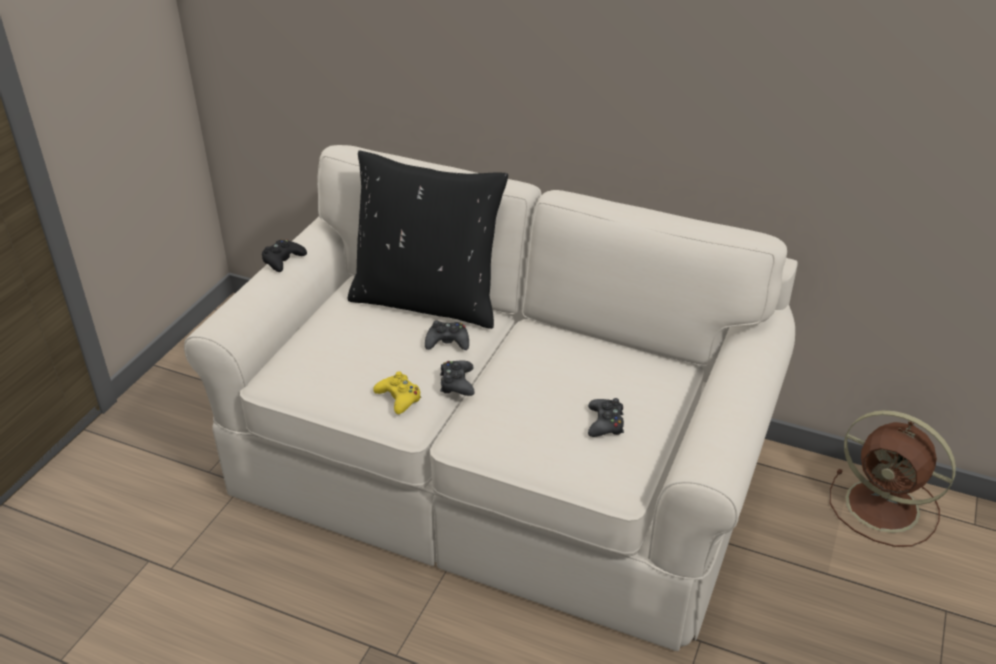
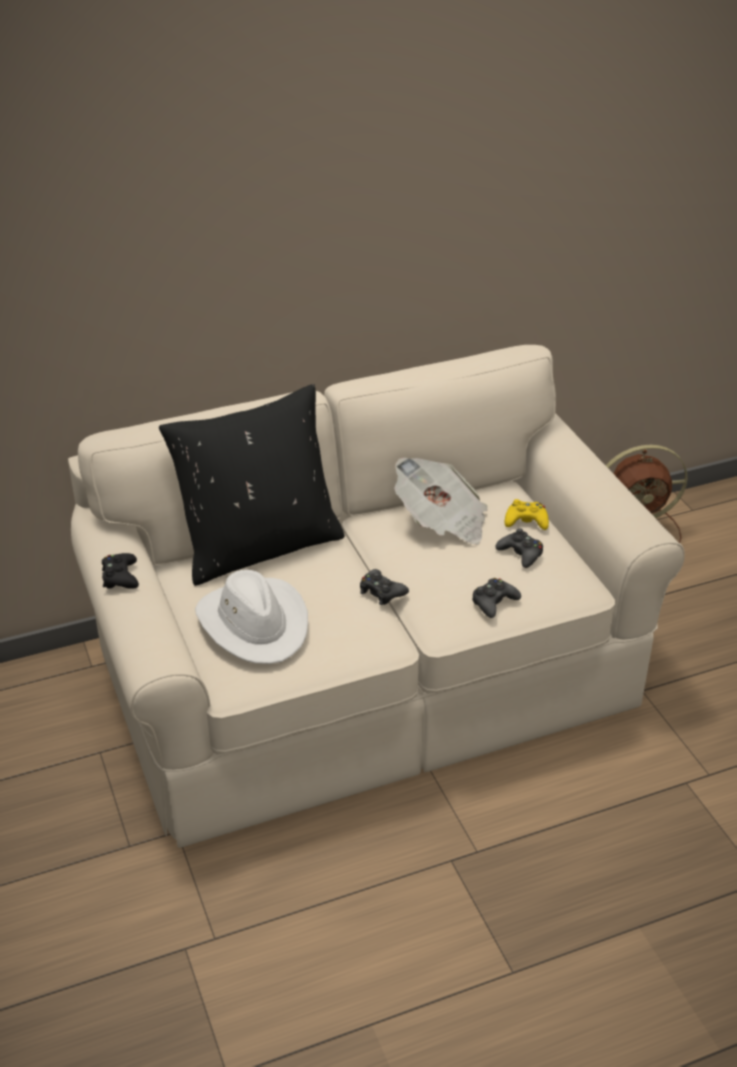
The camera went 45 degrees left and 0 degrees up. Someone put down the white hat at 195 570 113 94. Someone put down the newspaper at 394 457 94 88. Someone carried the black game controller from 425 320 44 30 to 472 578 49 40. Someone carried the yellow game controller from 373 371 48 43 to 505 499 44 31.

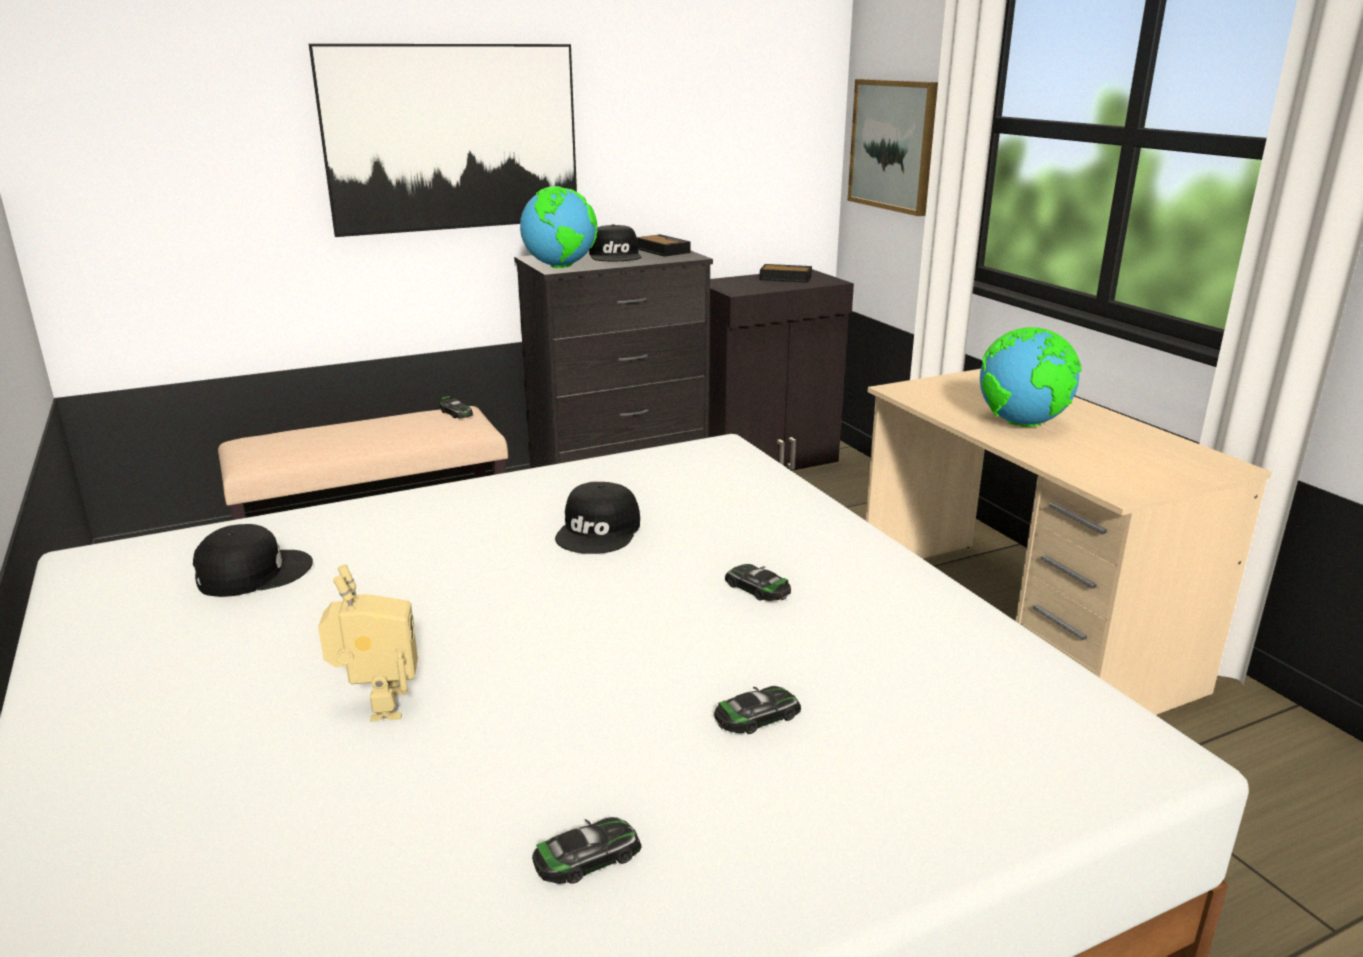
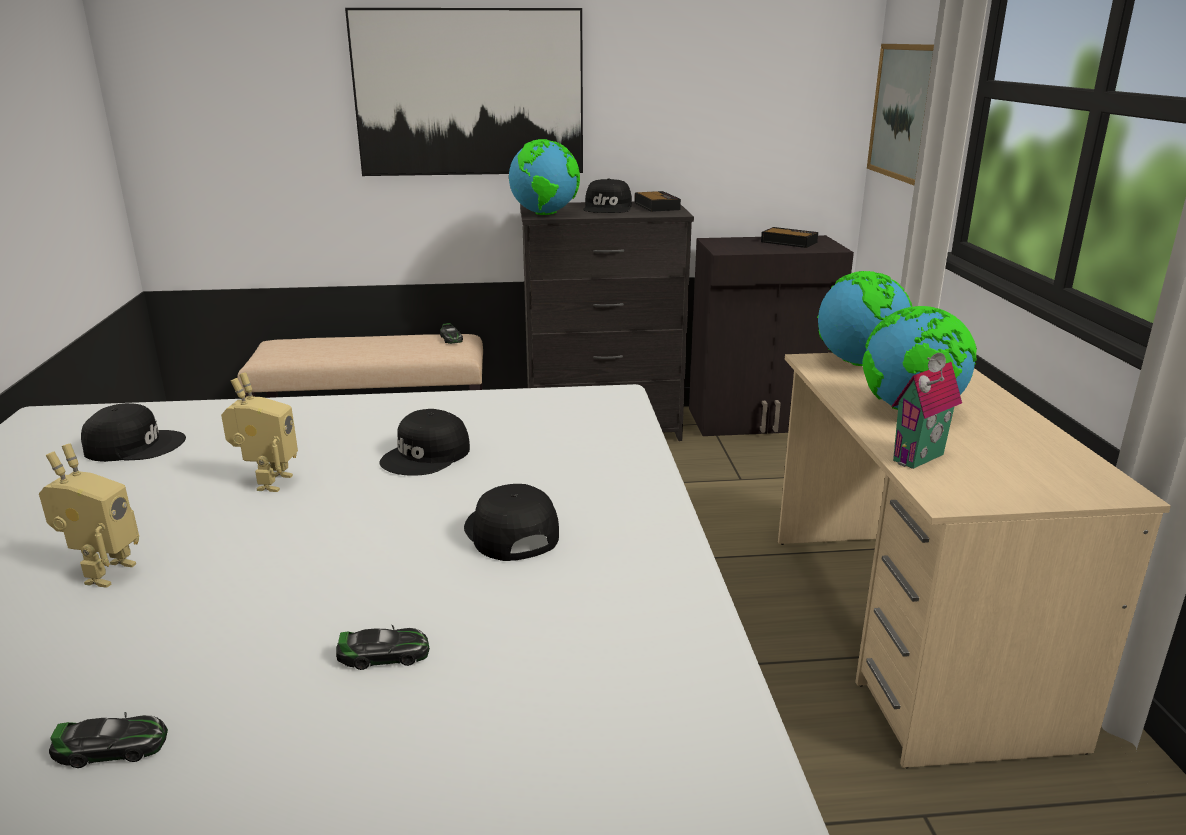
The camera went 20 degrees right and 0 degrees up. Someone put down the toy robot at 221 373 77 119. Someone swapped the toy car at 725 564 66 37 for the black cap at 464 484 95 77. Someone put down the globe at 817 271 95 95. Someone put down the toy house at 891 353 71 116.

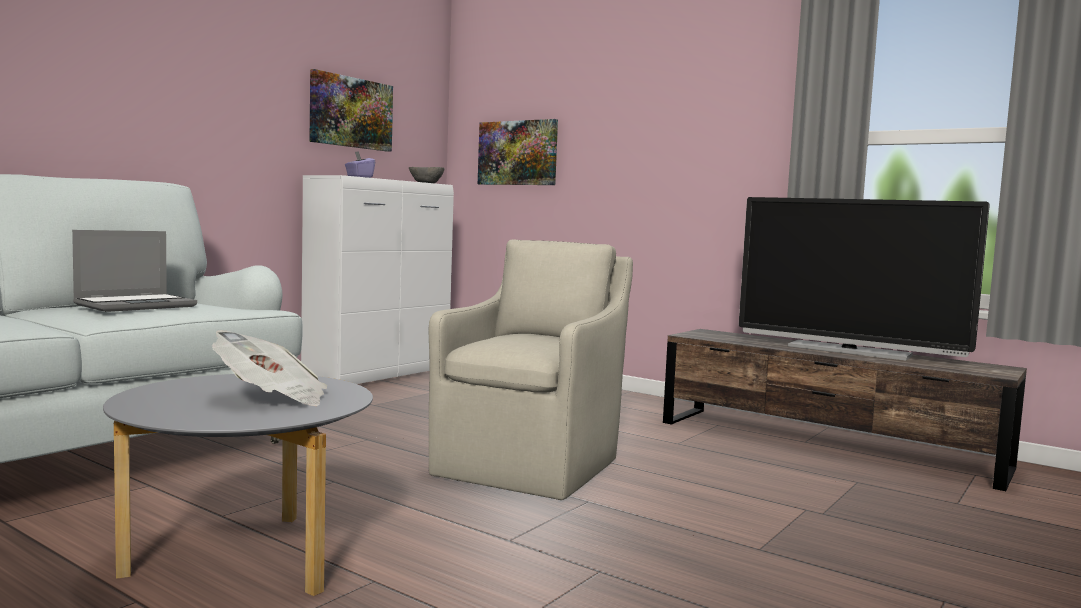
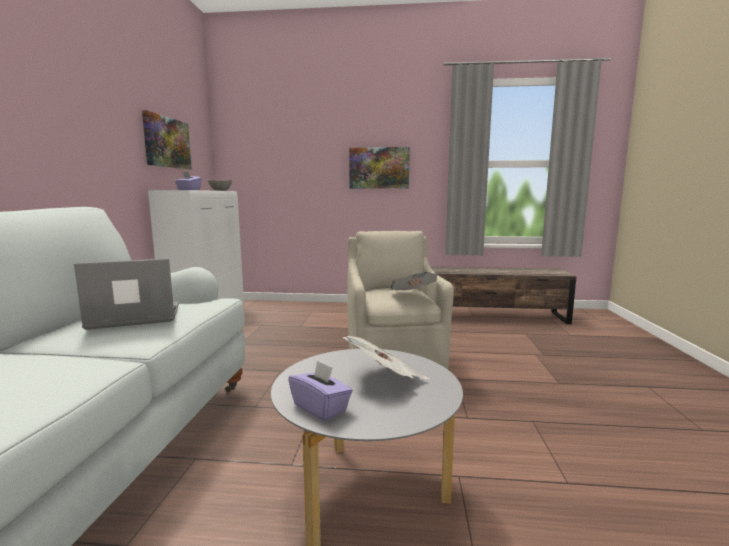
The camera went 30 degrees left and 5 degrees up. Someone rotated the laptop at 72 230 125 82 by 120 degrees counterclockwise. Someone put down the purple tissue box at 288 360 65 61. Someone carried the picture from 478 119 80 66 to 349 147 61 42. Someone put down the newspaper at 390 272 48 19. Someone took away the television at 739 197 251 164.

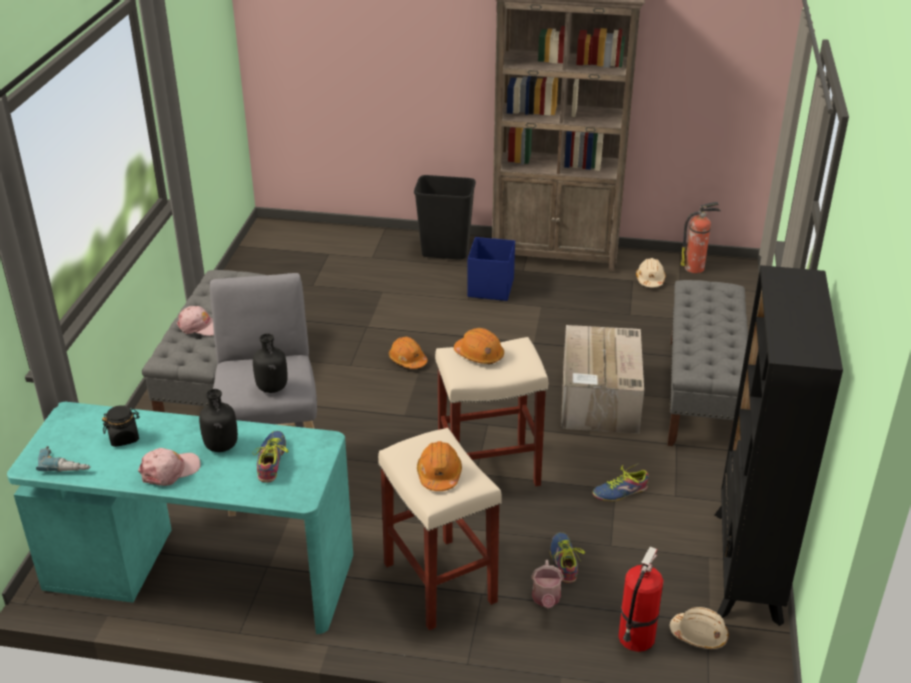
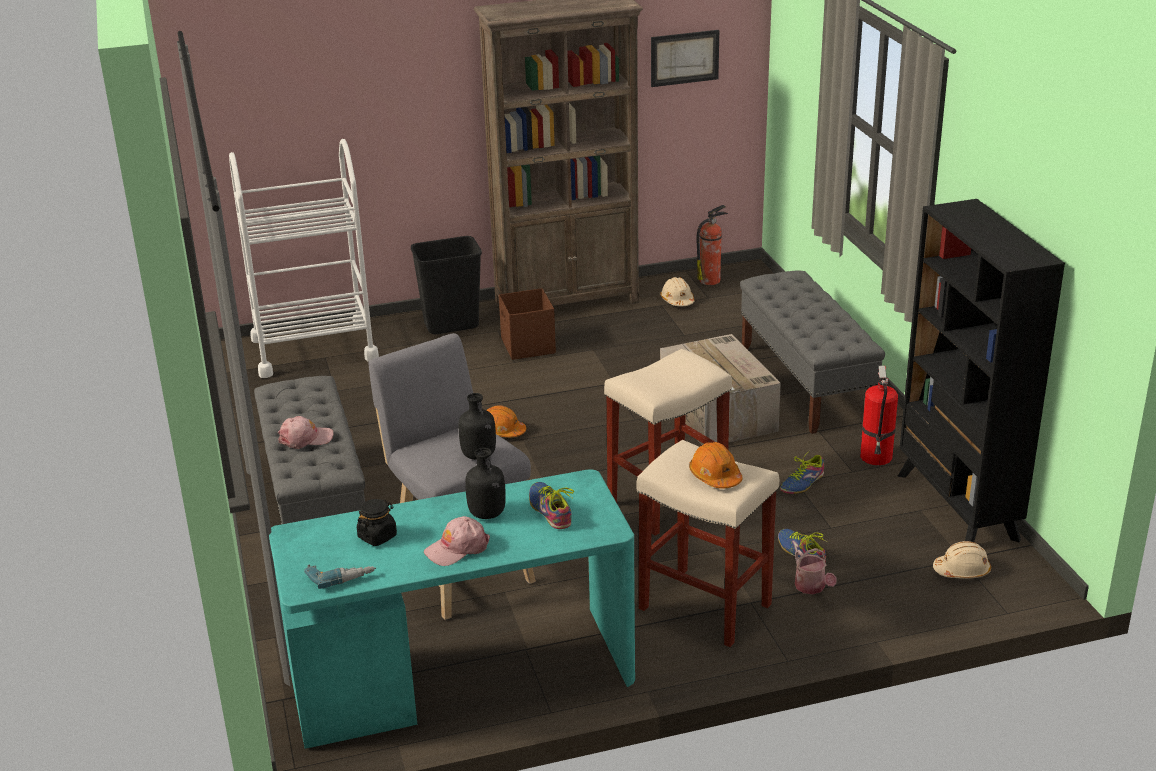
The camera went 25 degrees left and 5 degrees down. Someone put down the white cart at 229 139 150 239. Someone rotated the pink cap at 138 448 63 38 by 150 degrees counterclockwise. Someone repainted the blue storage box at 467 237 48 64, which became the brown storage box at 499 288 57 72. Someone put up the picture at 651 30 68 57. Someone carried the fire extinguisher from 618 547 46 105 to 860 366 38 99. Someone took away the orange hard hat at 454 328 50 36.

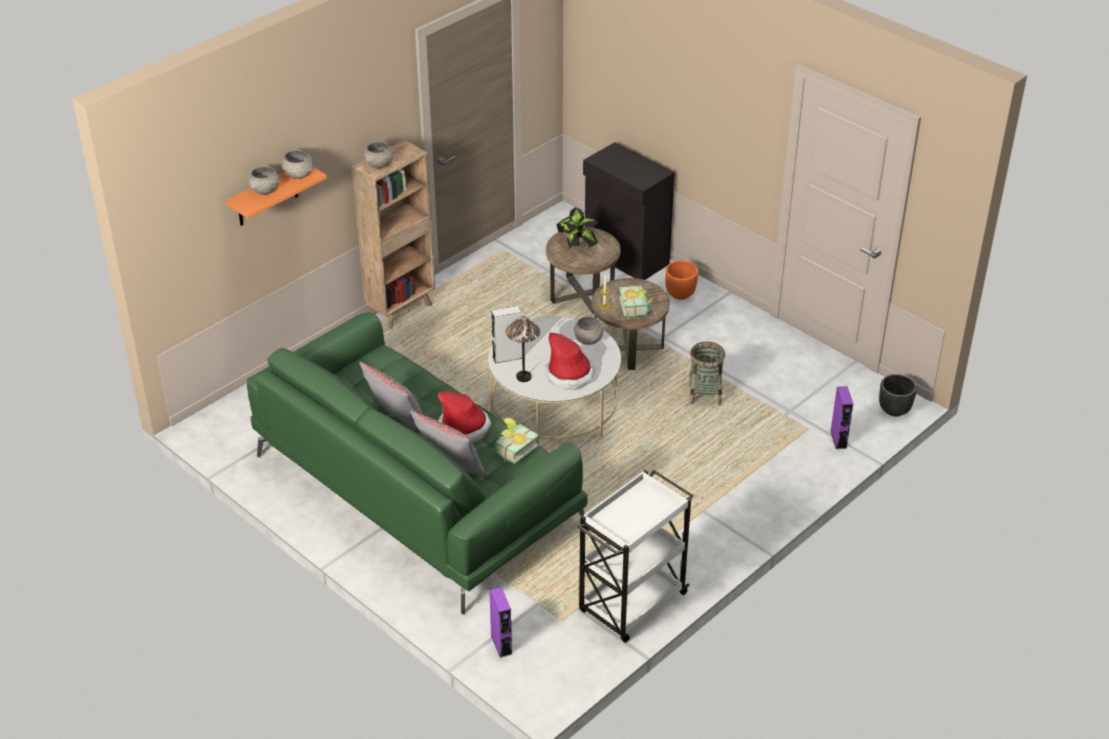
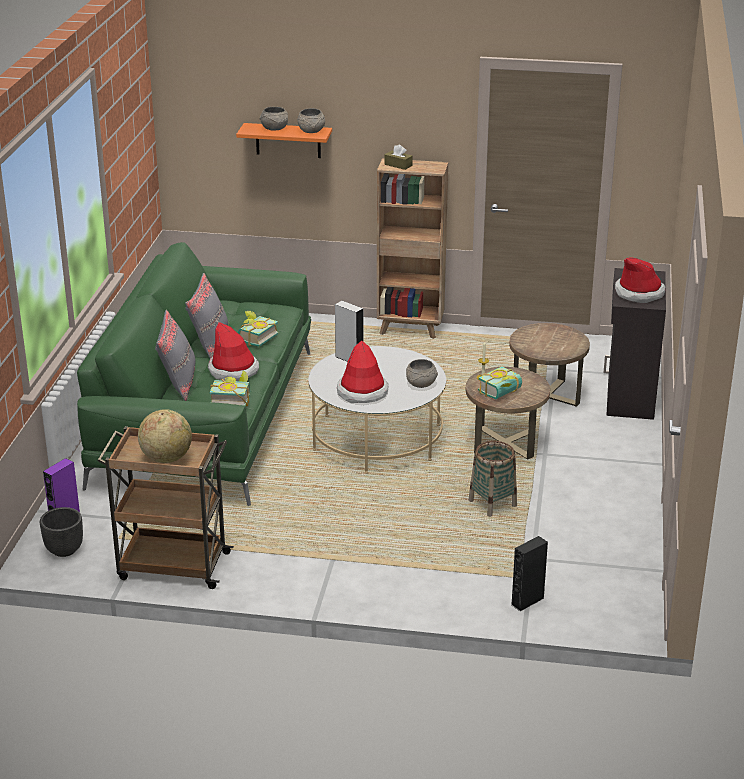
The camera went 55 degrees right and 10 degrees down. Someone carried the black planter from 879 374 38 43 to 40 507 43 50. Someone repainted the white cart at 577 470 117 173, which became the brown cart at 97 426 137 163. Someone put down the globe at 138 409 54 54. Someone put down the book at 238 311 41 36. Someone swapped the grey bowl at 364 142 29 27 for the brown tissue box at 384 145 29 25. Someone repainted the purple speaker at 830 386 23 63, which became the black speaker at 511 536 37 75. Someone put down the hat at 615 257 50 46. Someone took away the table lamp at 506 316 34 66. Someone took away the potted plant at 556 207 44 42. Someone took away the orange planter at 665 261 33 39.

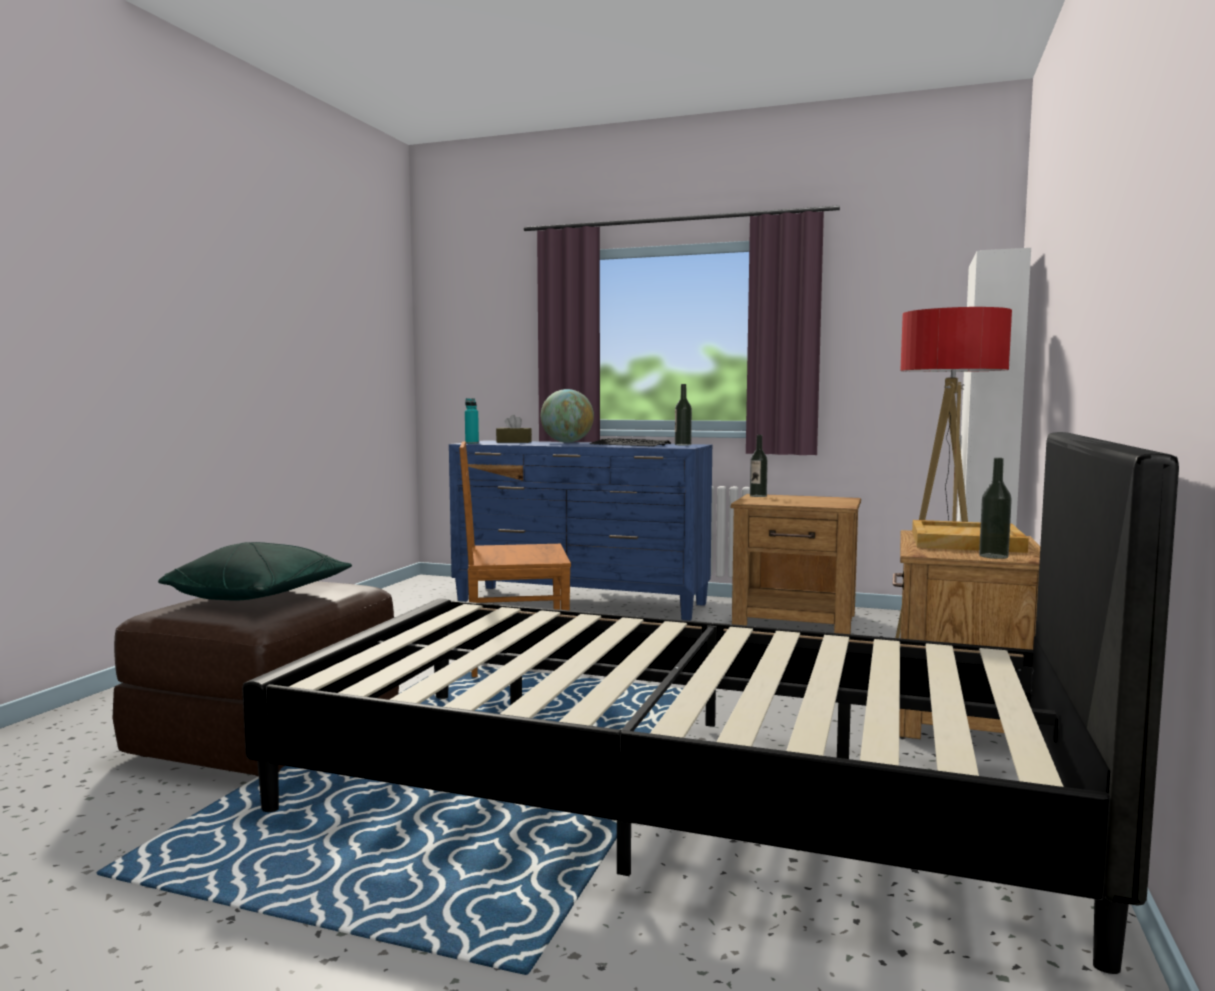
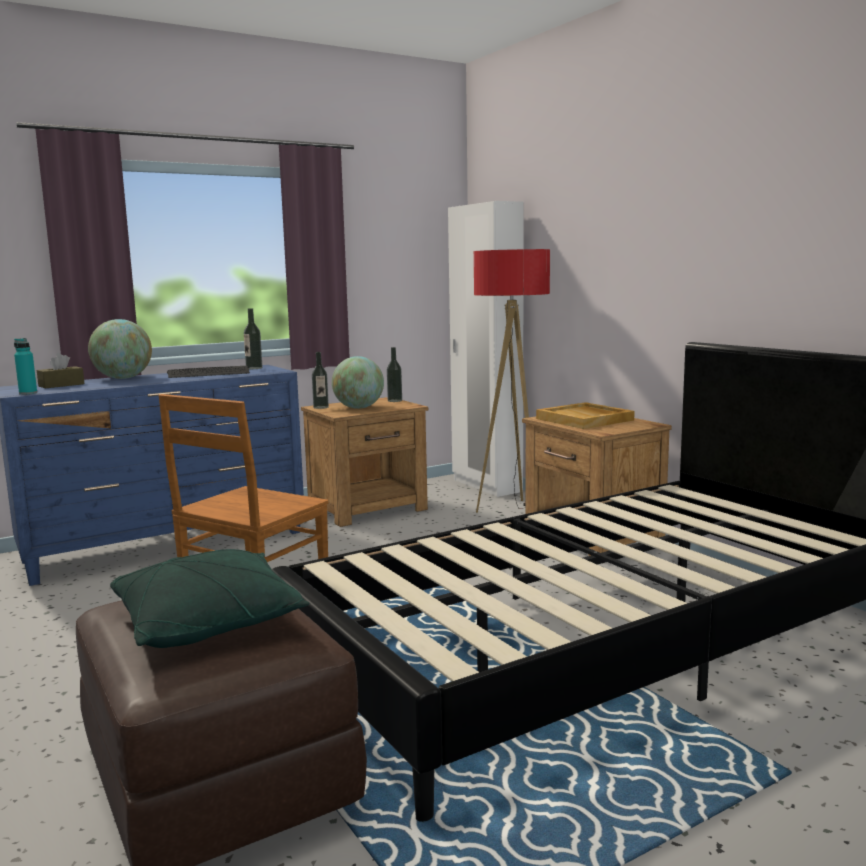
The camera went 50 degrees left and 5 degrees up. Someone put down the globe at 332 356 52 53. Someone carried the bottle from 979 458 33 101 to 387 347 15 55.

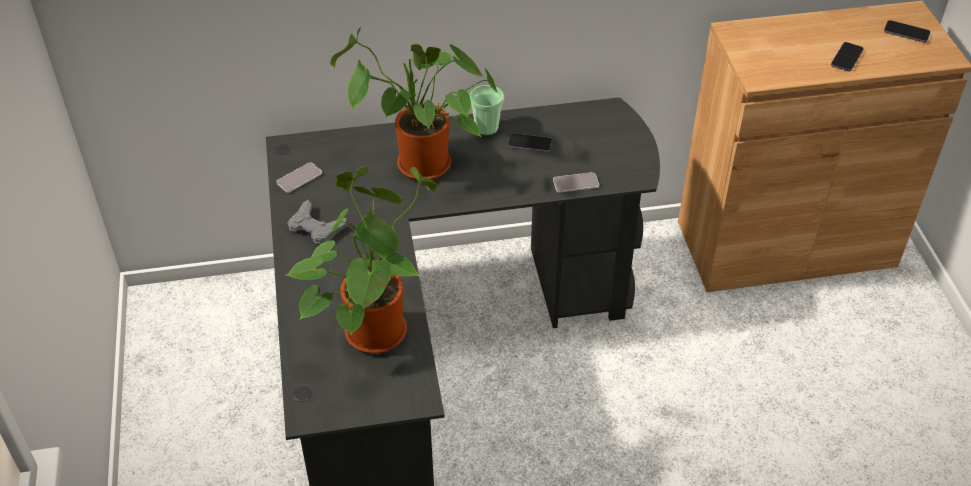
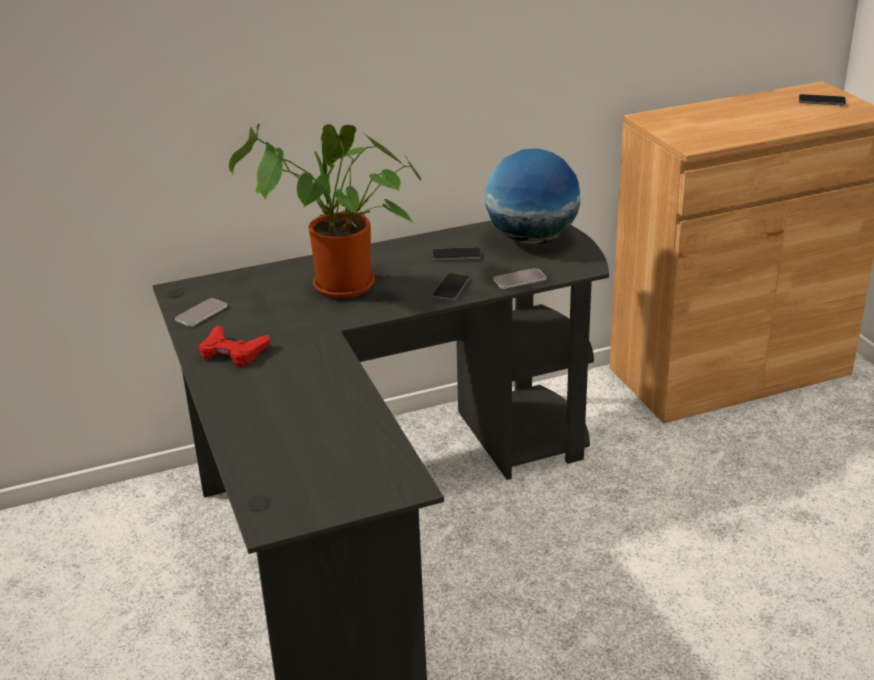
The camera went 10 degrees left and 15 degrees down. Someone repainted the grey game controller at 287 200 60 46, which became the red game controller at 199 325 71 42. Someone carried the phone from 831 42 33 30 to 433 273 36 28. Someone put down the globe at 485 149 95 96. Someone took away the potted plant at 286 167 152 187. Someone took away the cup at 470 85 34 51.

